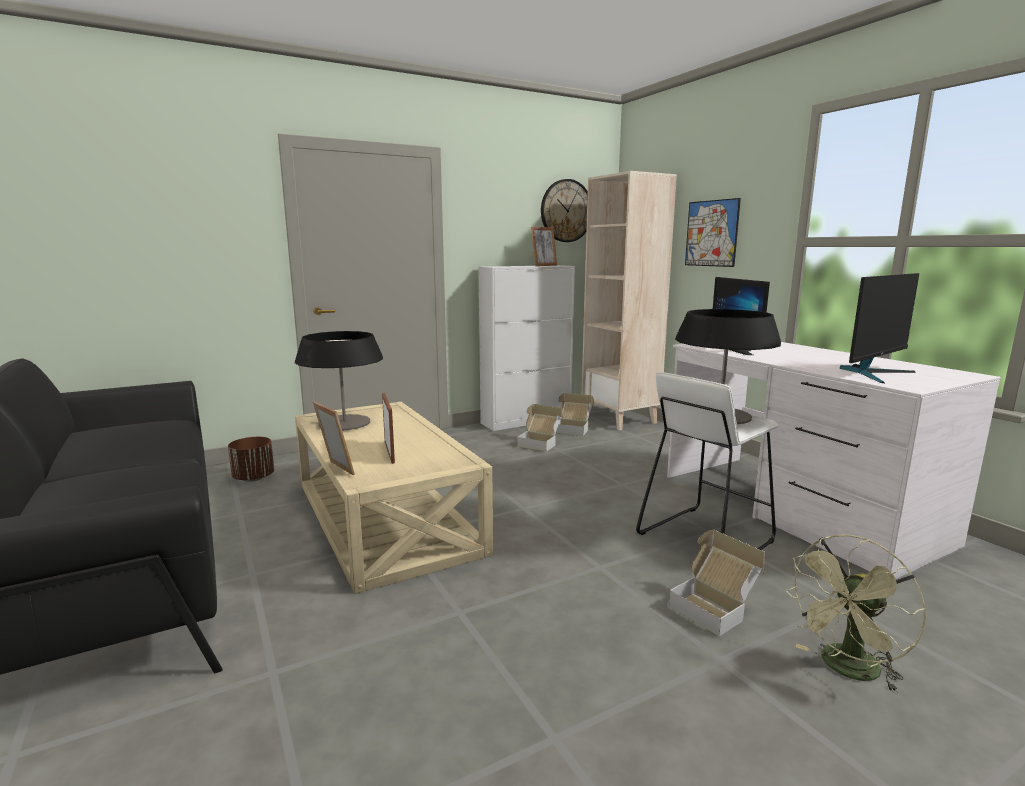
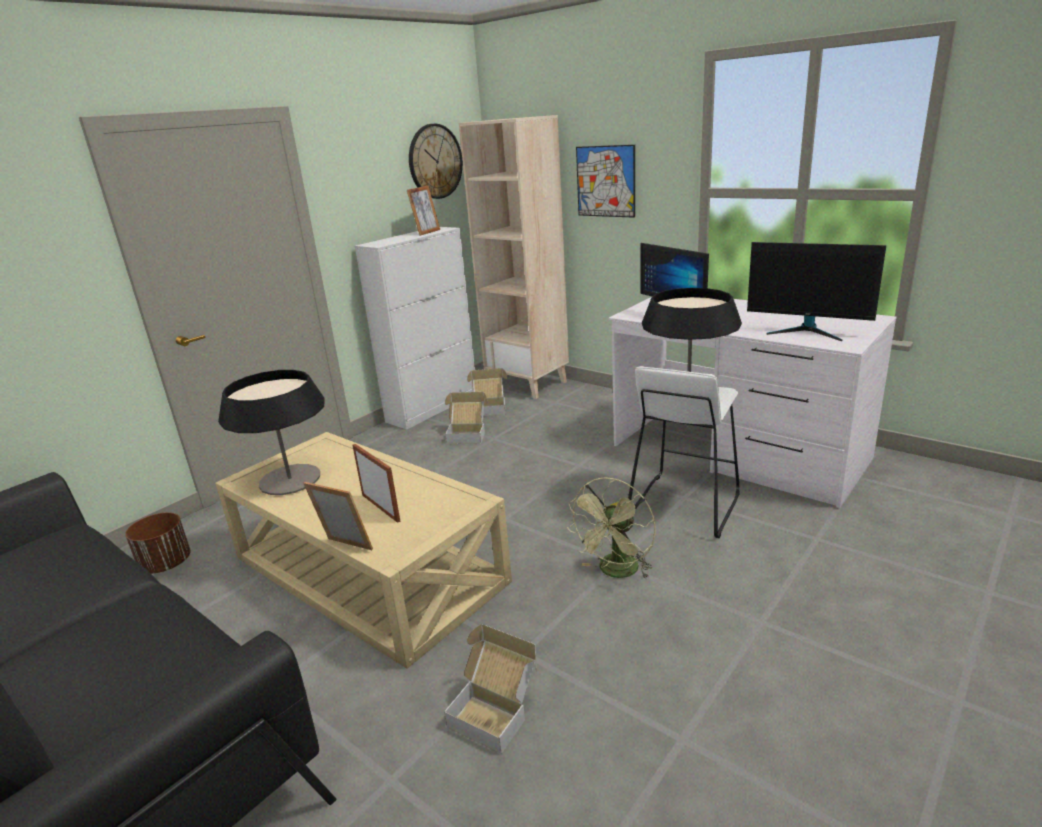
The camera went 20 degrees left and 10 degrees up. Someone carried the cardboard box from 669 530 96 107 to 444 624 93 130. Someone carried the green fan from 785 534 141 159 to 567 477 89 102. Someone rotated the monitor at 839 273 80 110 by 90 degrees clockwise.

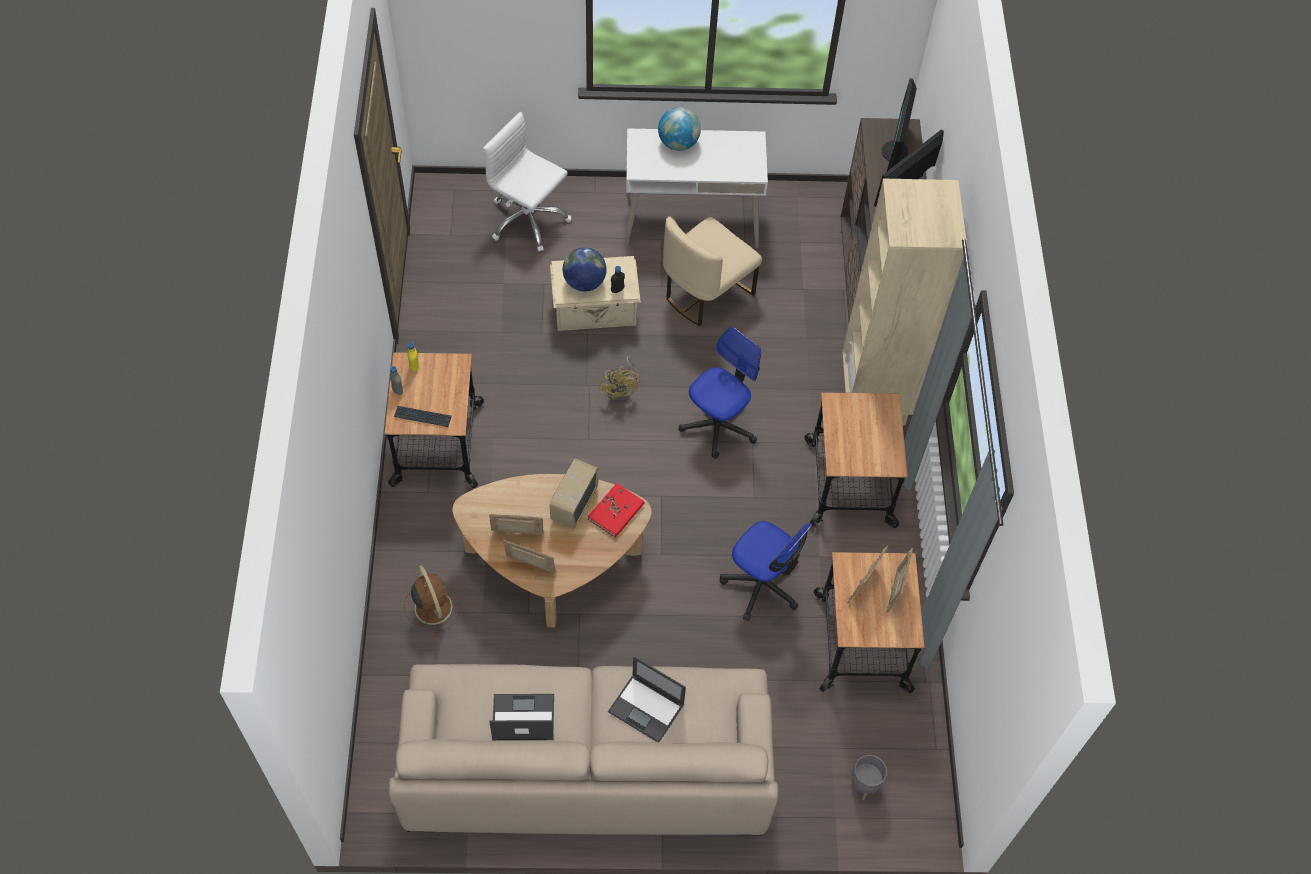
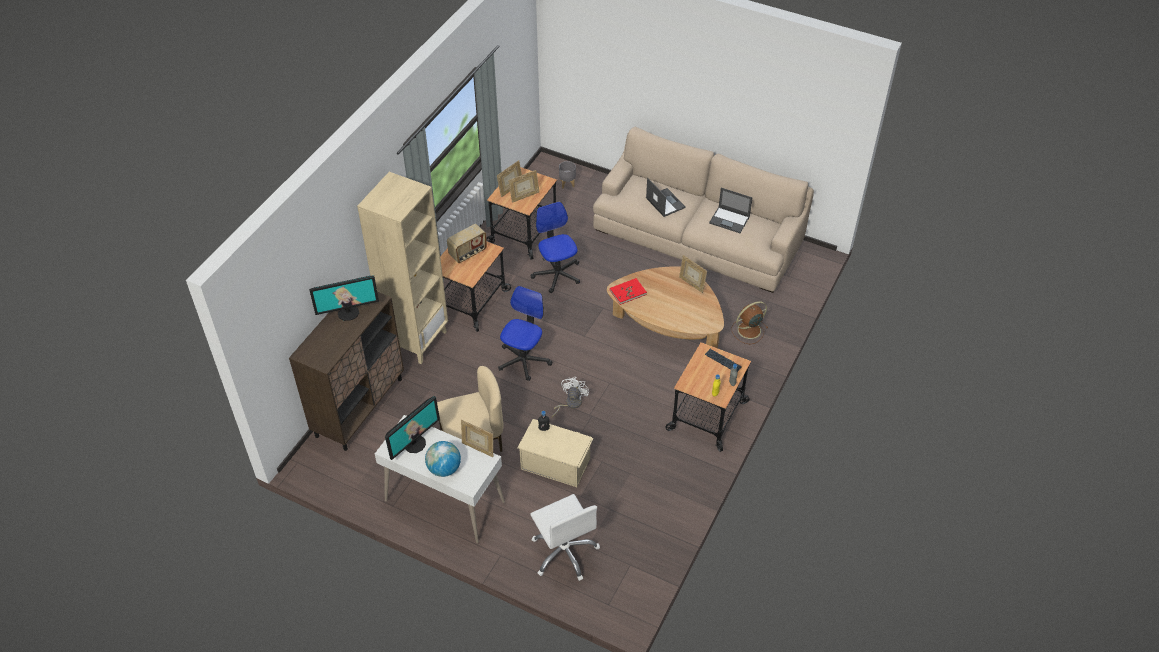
The camera went 150 degrees left and 10 degrees down. Someone carried the monitor from 882 78 35 93 to 385 396 55 64. Someone carried the radio from 549 458 50 71 to 447 224 40 39. Someone carried the picture frame from 489 514 54 21 to 461 420 32 37. Someone rotated the office chair at 679 327 82 132 by 135 degrees clockwise. Someone repainted the yellow fan at 599 356 41 46, which became the white fan at 552 377 37 40. Someone rotated the brown fan at 404 565 57 71 by 60 degrees clockwise. Someone took away the globe at 563 247 44 45.

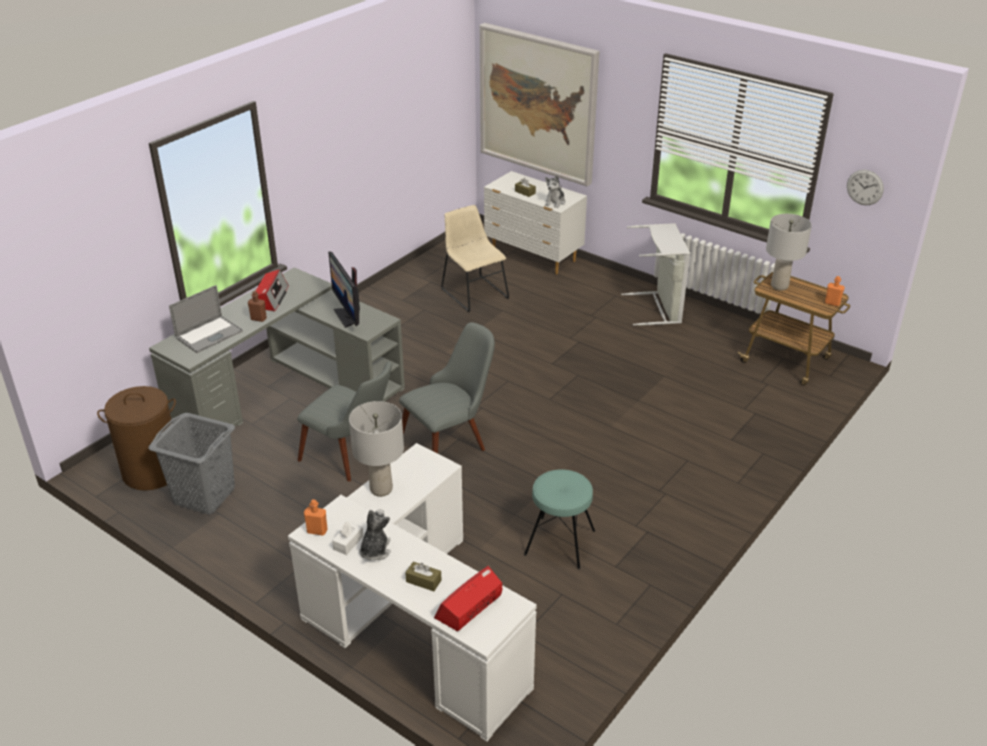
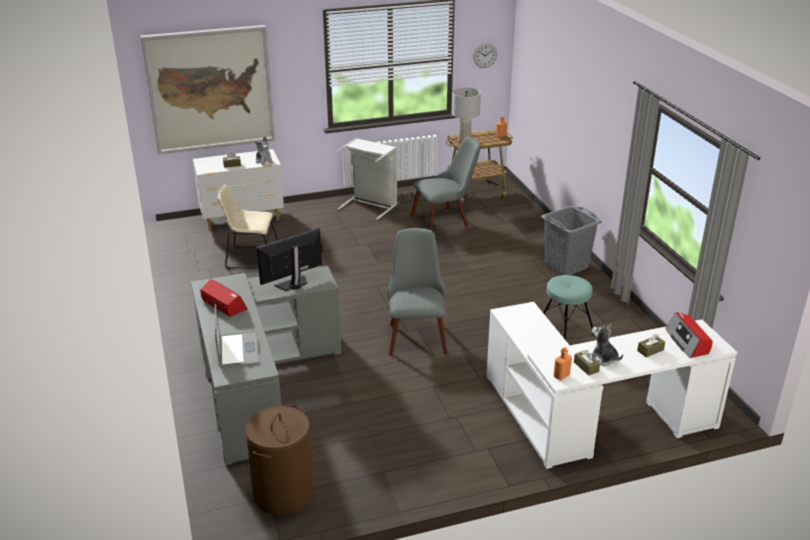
The camera went 55 degrees left and 5 degrees down. Someone rotated the monitor at 328 251 32 77 by 135 degrees clockwise. Someone carried the grey chair from 297 362 95 119 to 411 137 69 94. Someone carried the grey laundry basket from 148 413 87 101 to 541 205 61 70. Someone repainted the white tissue box at 332 522 31 33, which became the brown tissue box at 574 350 26 26. Someone took away the brown bottle at 248 291 19 31. Someone took away the grey table lamp at 349 401 55 96.

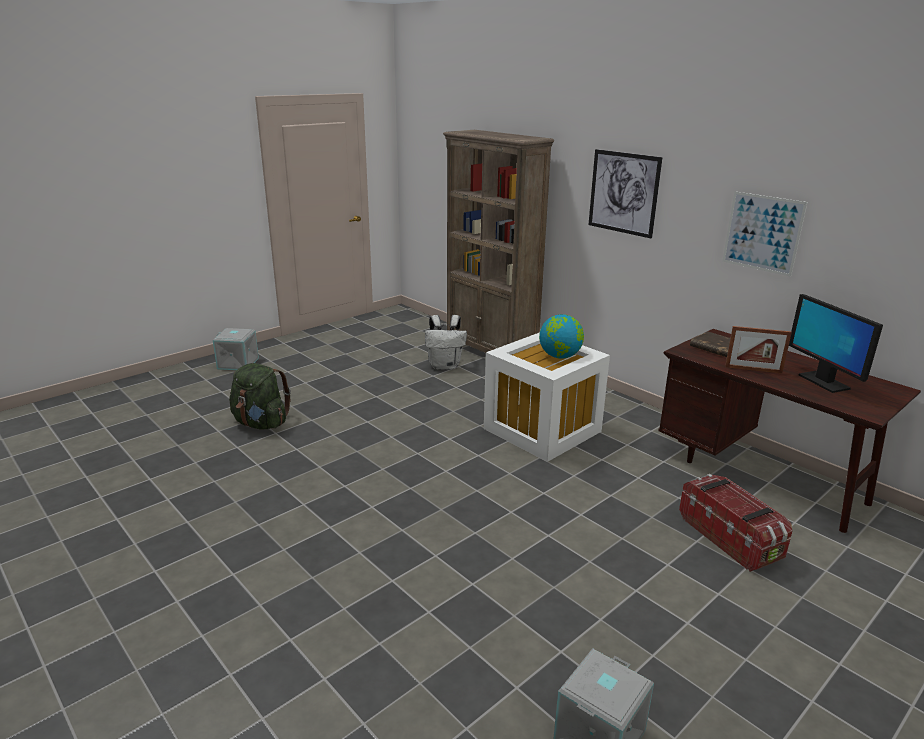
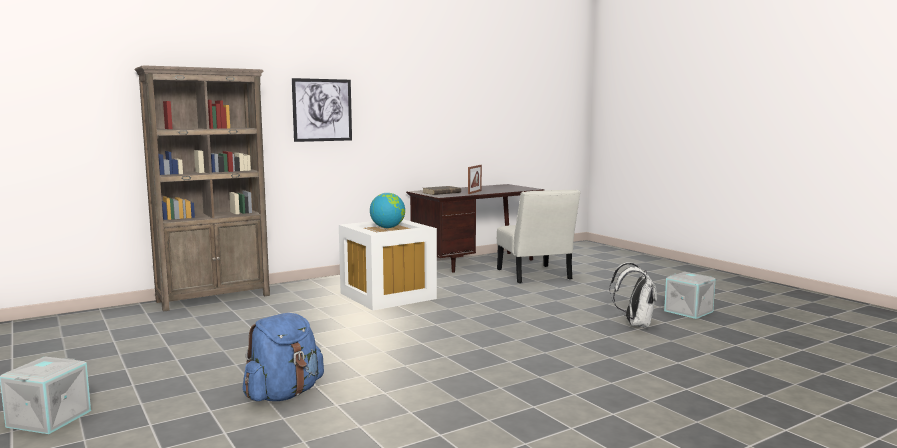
The camera went 80 degrees left and 15 degrees down. Someone repainted the green backpack at 229 363 62 67, which became the blue backpack at 243 313 81 88. Someone swapped the storage box at 679 474 114 98 for the white chair at 497 190 84 93. Someone carried the white backpack from 425 315 42 55 to 609 262 48 66. Someone took away the picture at 723 191 84 86. Someone took away the monitor at 789 294 94 99.

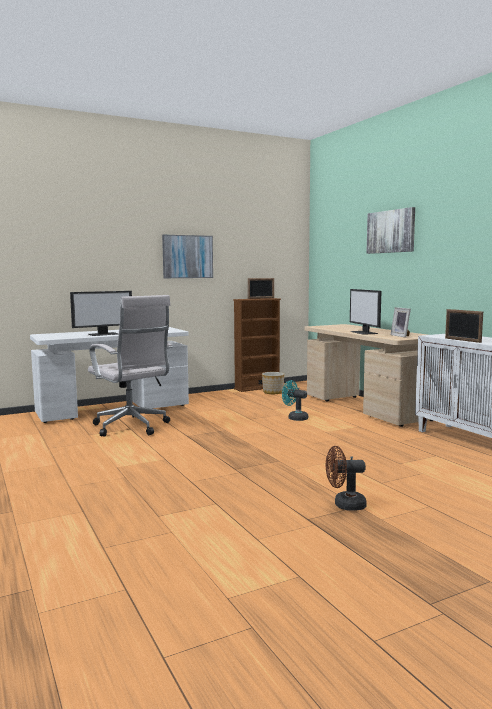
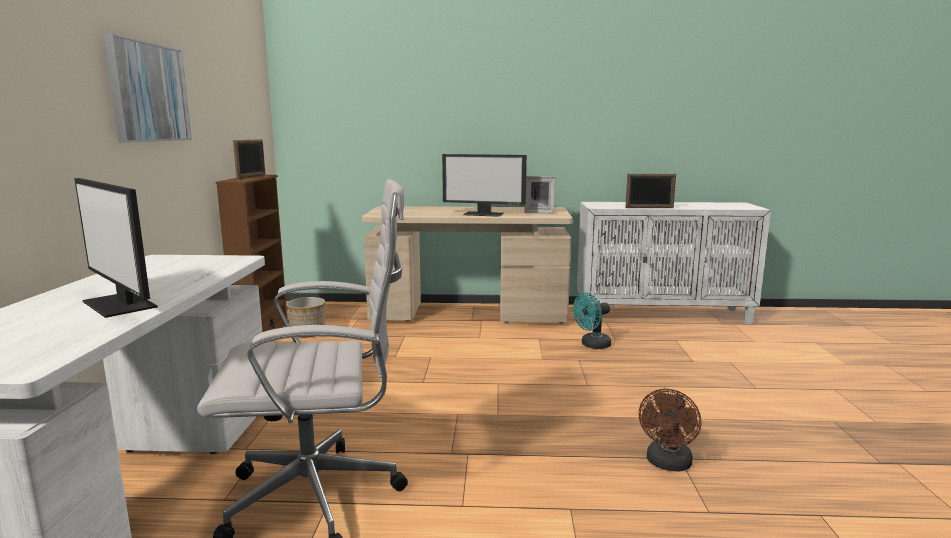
The camera went 60 degrees left and 5 degrees up. Someone rotated the monitor at 70 291 62 45 by 135 degrees clockwise. Someone carried the turquoise fan from 282 380 26 41 to 573 293 38 56. Someone carried the brown fan from 326 446 41 65 to 639 389 62 83. Someone took away the picture at 367 207 48 47.

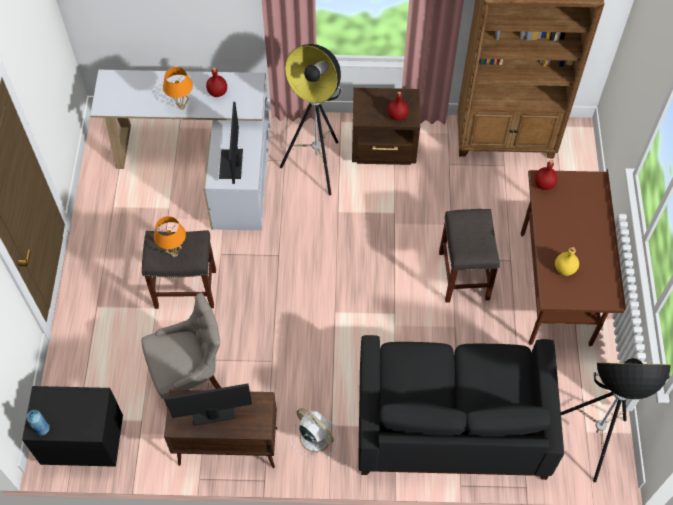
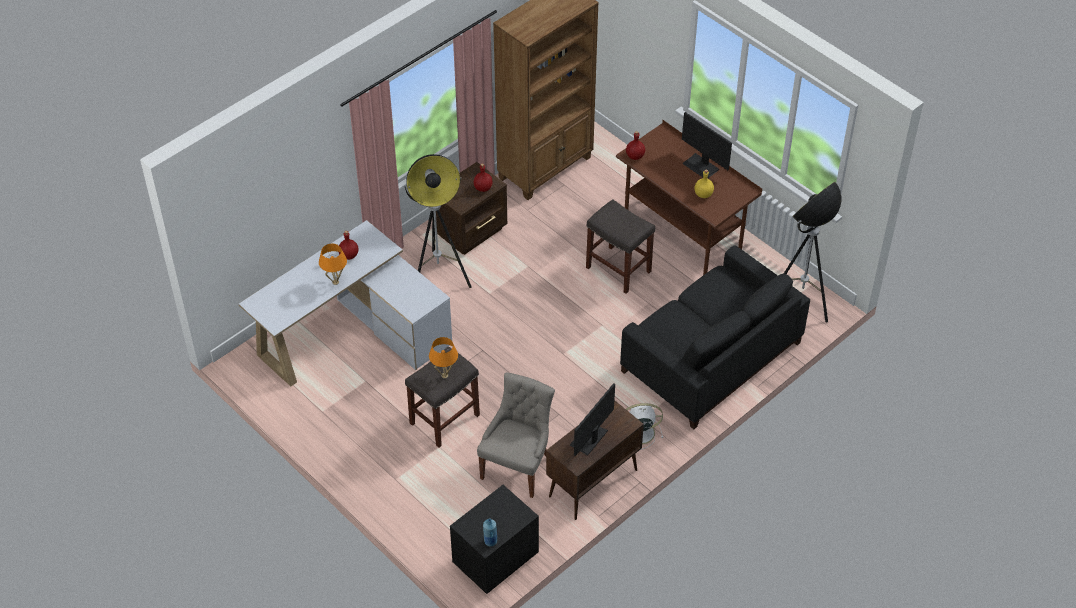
The camera went 45 degrees left and 10 degrees down. Someone carried the monitor from 219 102 24 82 to 682 112 50 67.

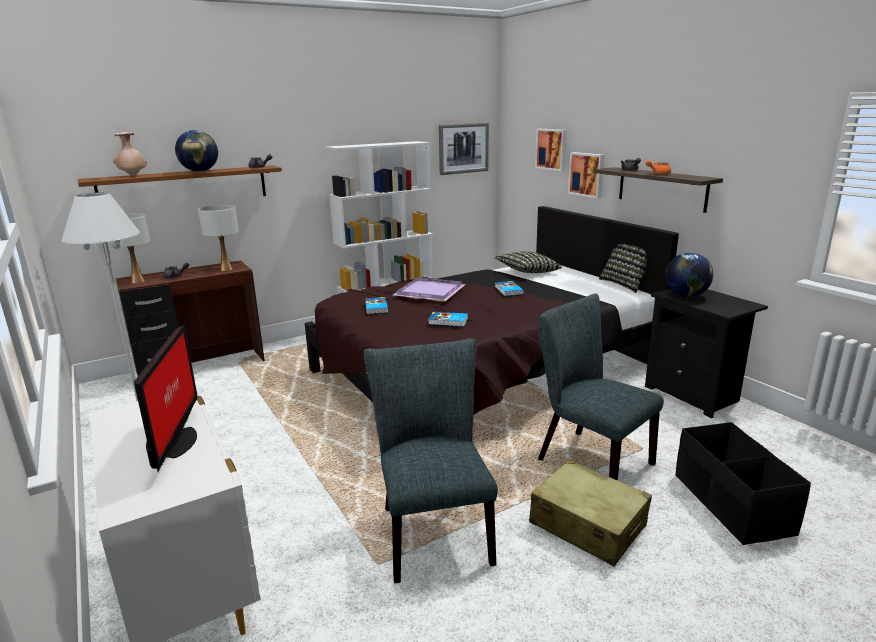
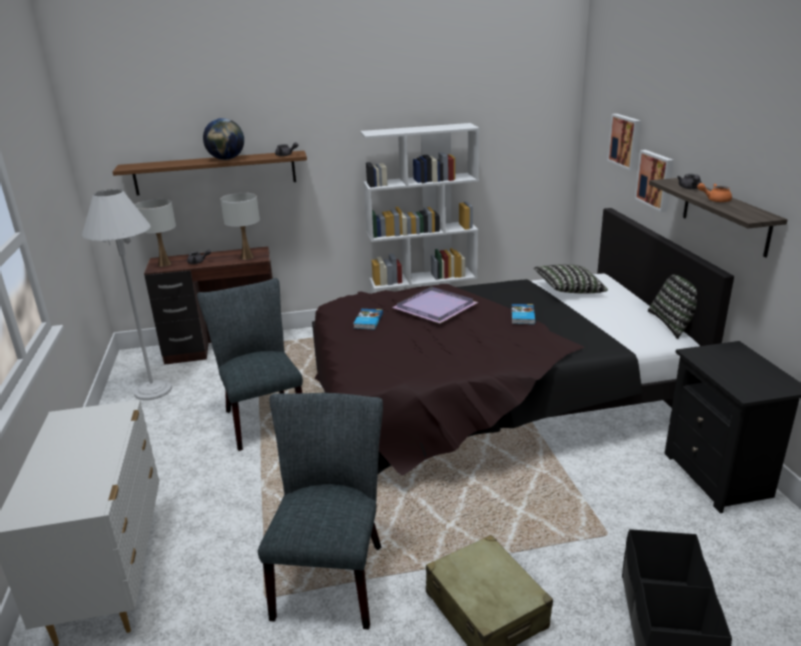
The camera went 20 degrees right and 5 degrees up. Someone carried the grey chair from 538 294 126 187 to 197 278 106 173. Someone took away the beige vase at 113 132 34 44. Someone took away the monitor at 134 325 64 147. Someone took away the book at 428 312 40 14. Someone took away the picture at 439 123 50 52. Someone took away the globe at 665 253 48 44.

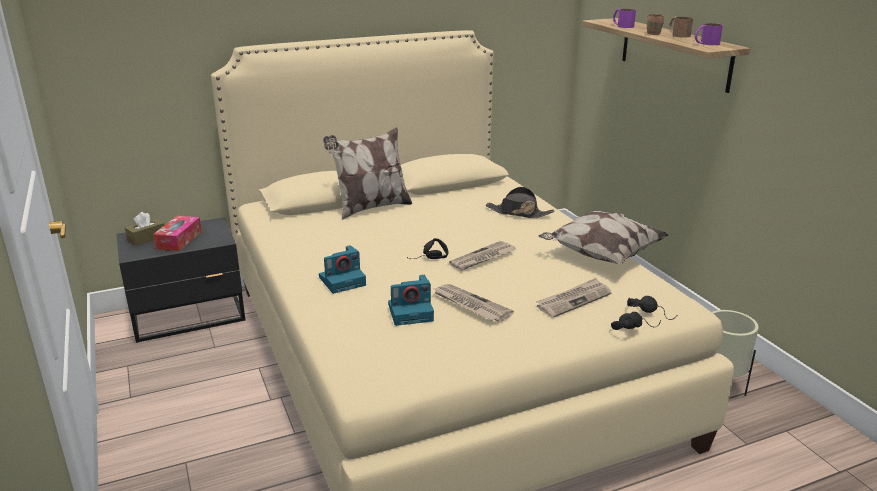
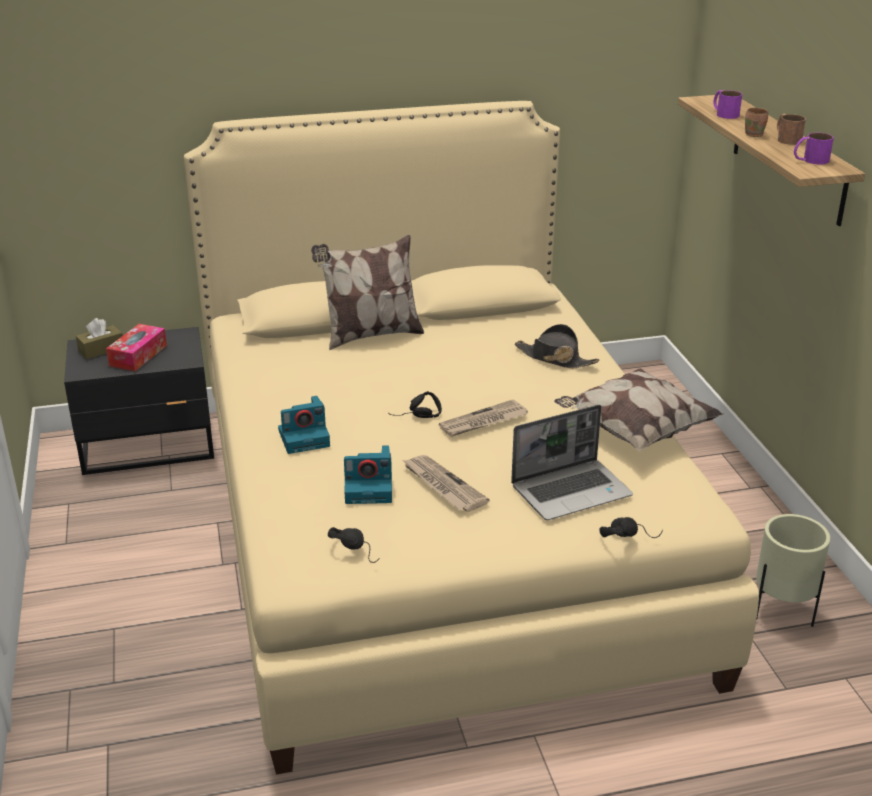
The camera went 10 degrees right and 5 degrees up. Someone carried the black headphones from 627 296 50 24 to 328 527 52 36. Someone swapped the newspaper at 536 278 76 40 for the laptop at 511 405 122 115.

